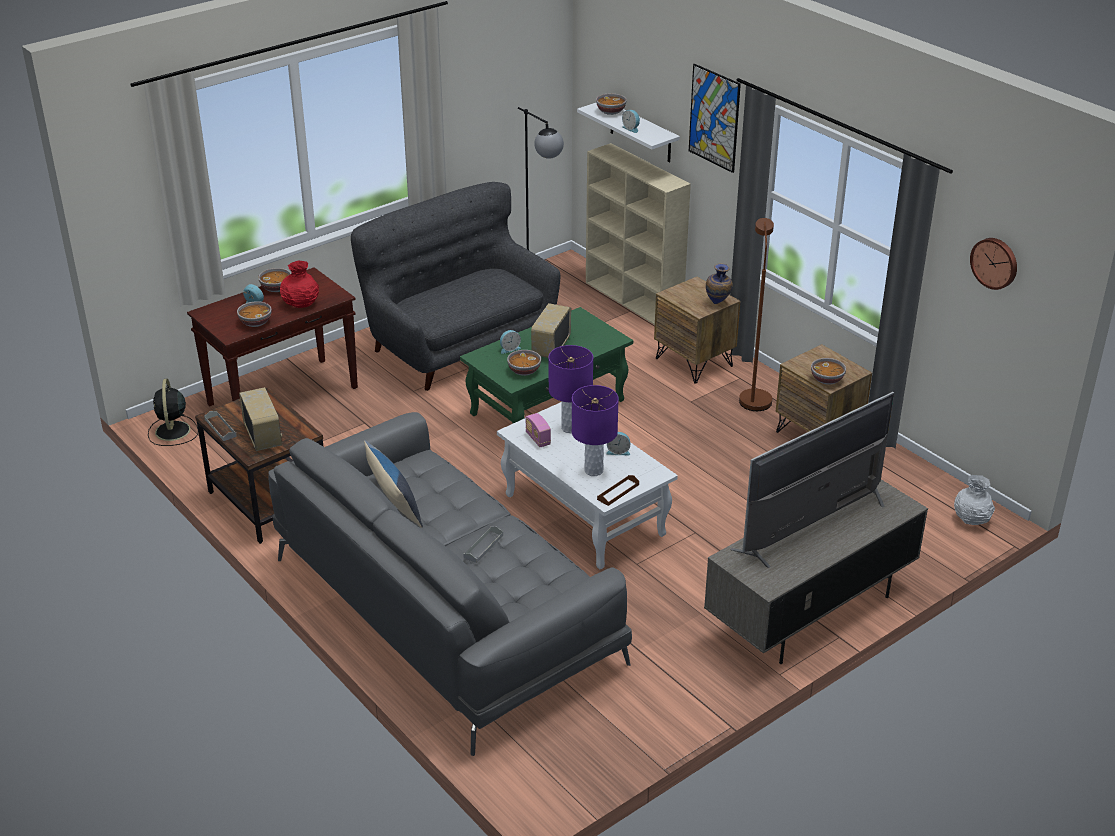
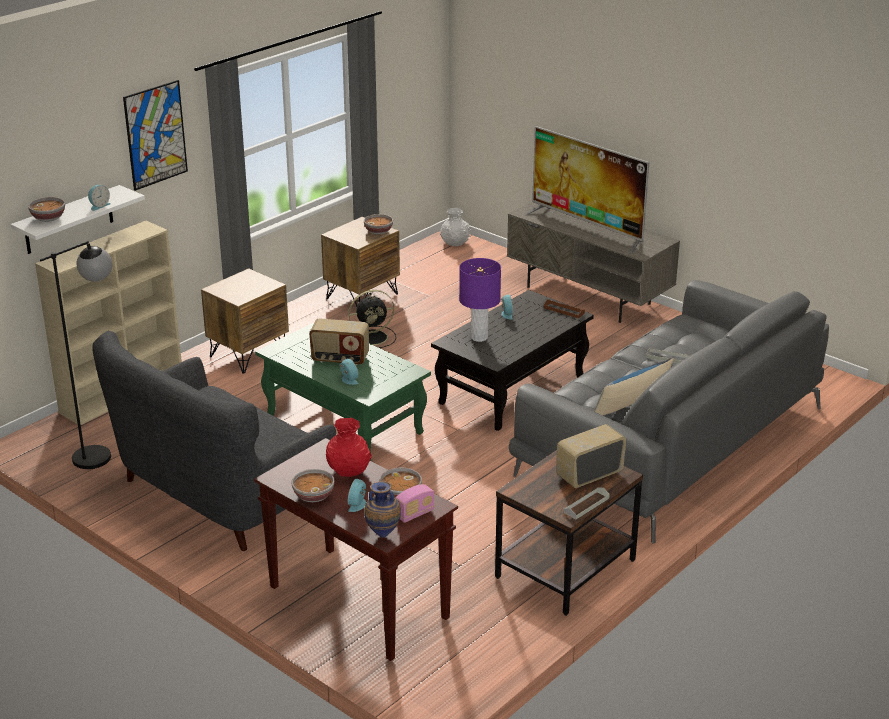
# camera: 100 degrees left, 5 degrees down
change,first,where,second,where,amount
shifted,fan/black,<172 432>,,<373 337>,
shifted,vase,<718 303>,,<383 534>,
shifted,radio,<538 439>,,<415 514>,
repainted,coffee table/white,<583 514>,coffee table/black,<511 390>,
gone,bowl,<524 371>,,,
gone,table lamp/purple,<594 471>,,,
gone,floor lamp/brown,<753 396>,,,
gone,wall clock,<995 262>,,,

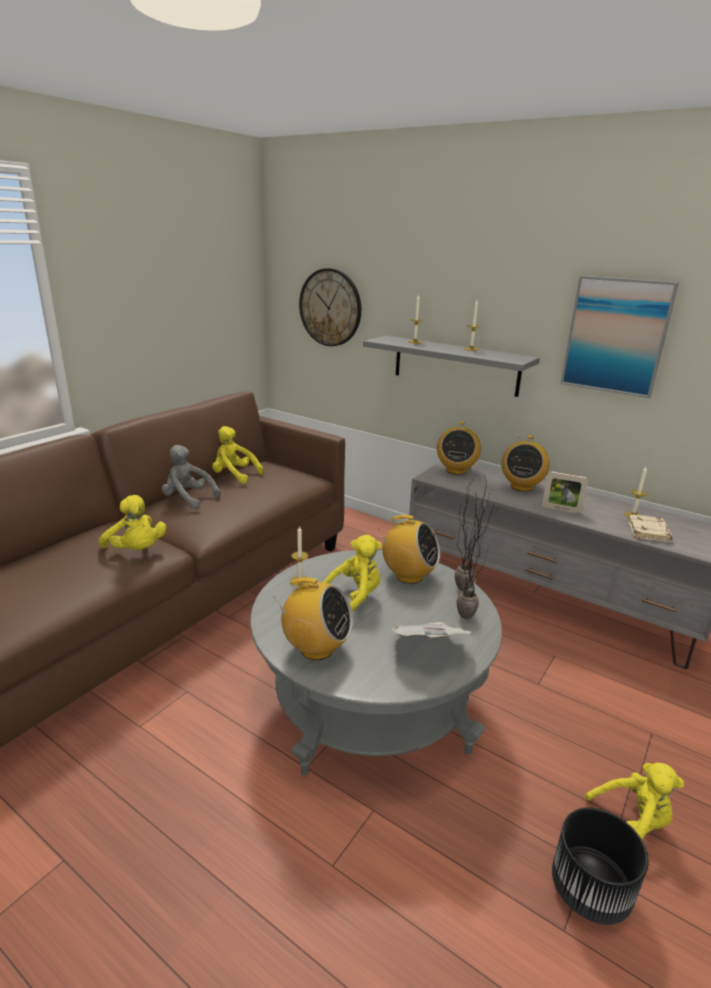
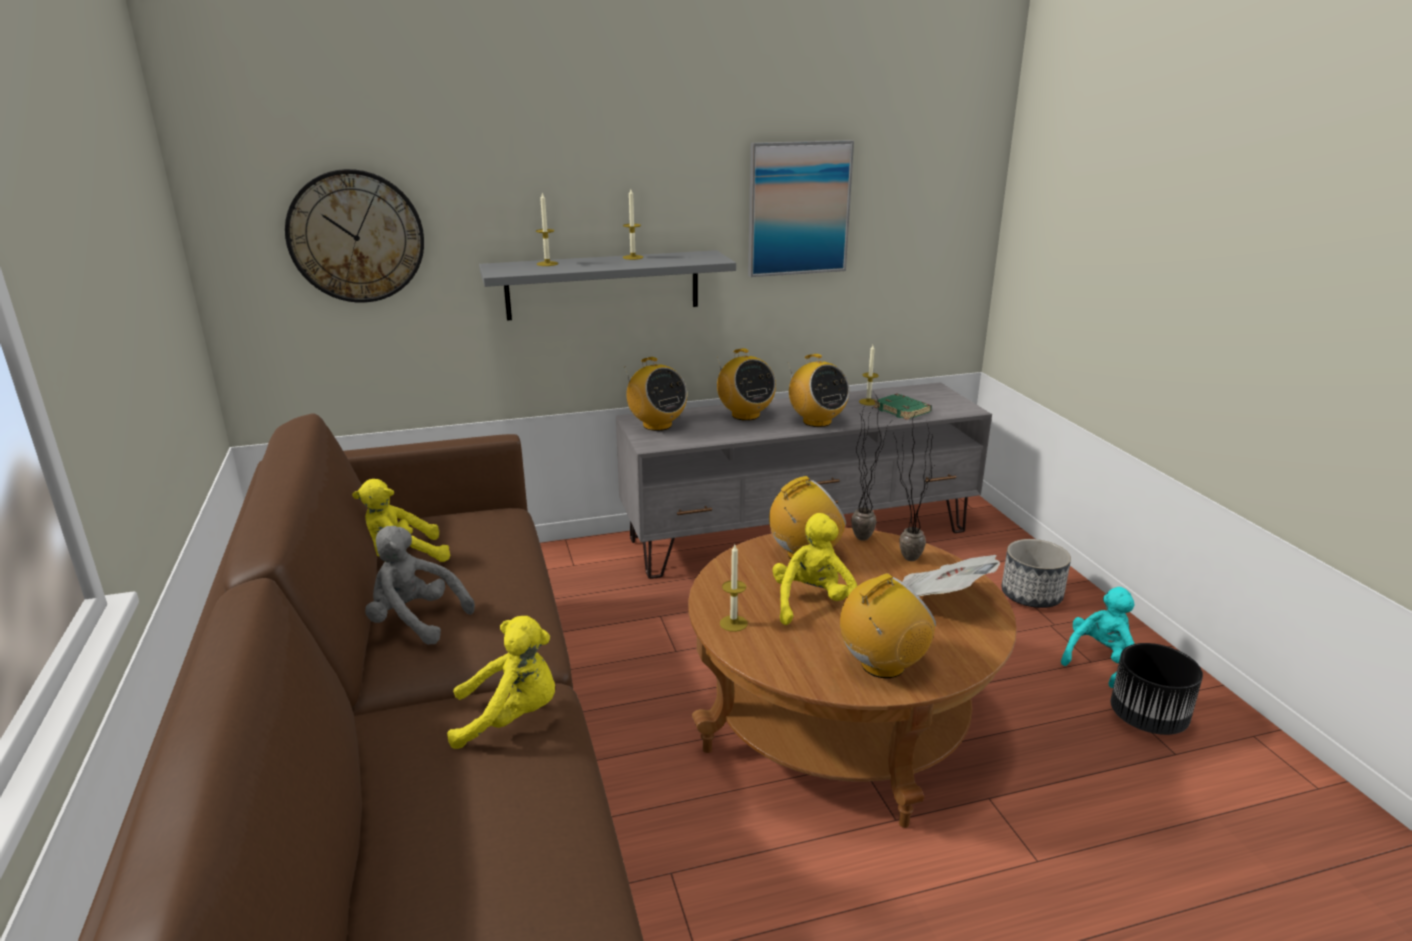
# camera: 50 degrees left, 0 degrees up
change,first,where,second,where,amount
rotated,plush toy/grey,<188 499>,,<415 621>,45 degrees clockwise
repainted,coffee table/grey,<370 701>,coffee table/brown,<839 724>,
swapped,picture frame,<561 509>,radio,<816 421>,
repainted,book/beige,<649 532>,book/green,<903 410>,
new,,,planter,<1031 595>,
repainted,plush toy/yellow,<630 824>,plush toy/turquoise,<1099 661>,

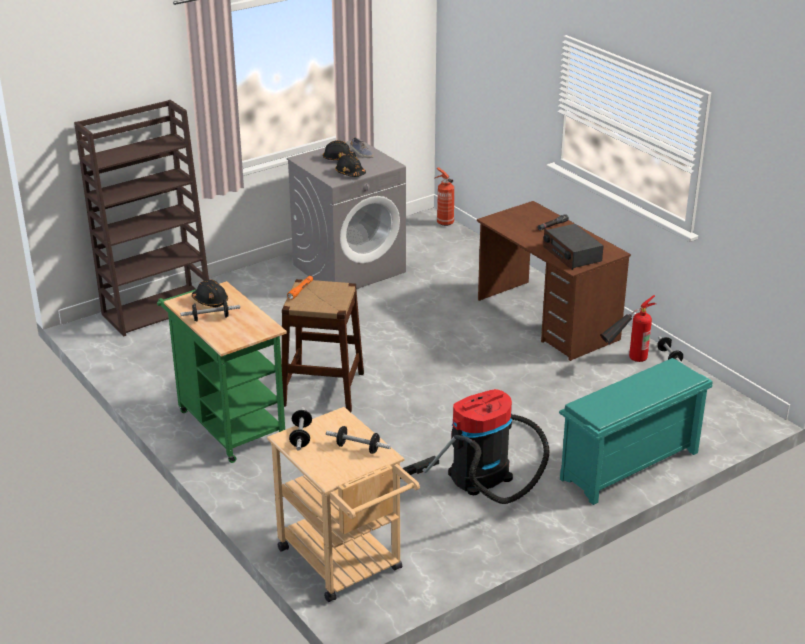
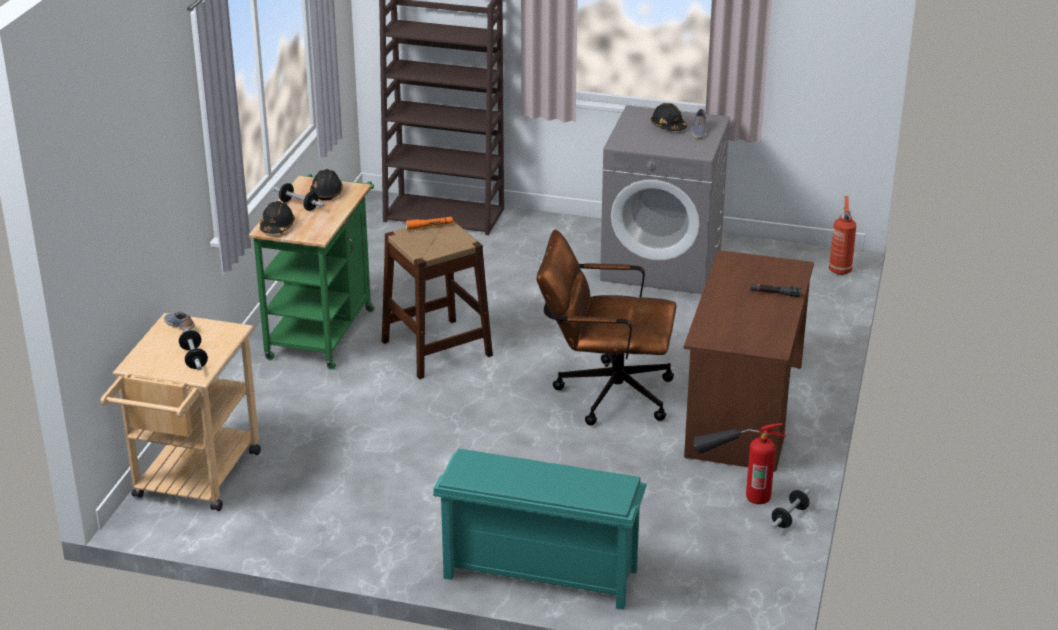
# camera: 50 degrees right, 0 degrees up
change,first,where,second,where,amount
swapped,dumbbell,<301 436>,shoe,<180 326>,
shifted,hard hat/black,<350 173>,,<277 226>,
new,,,office chair/brown,<604 393>,
gone,vacuum cleaner,<485 473>,,,
gone,radio,<572 254>,,,

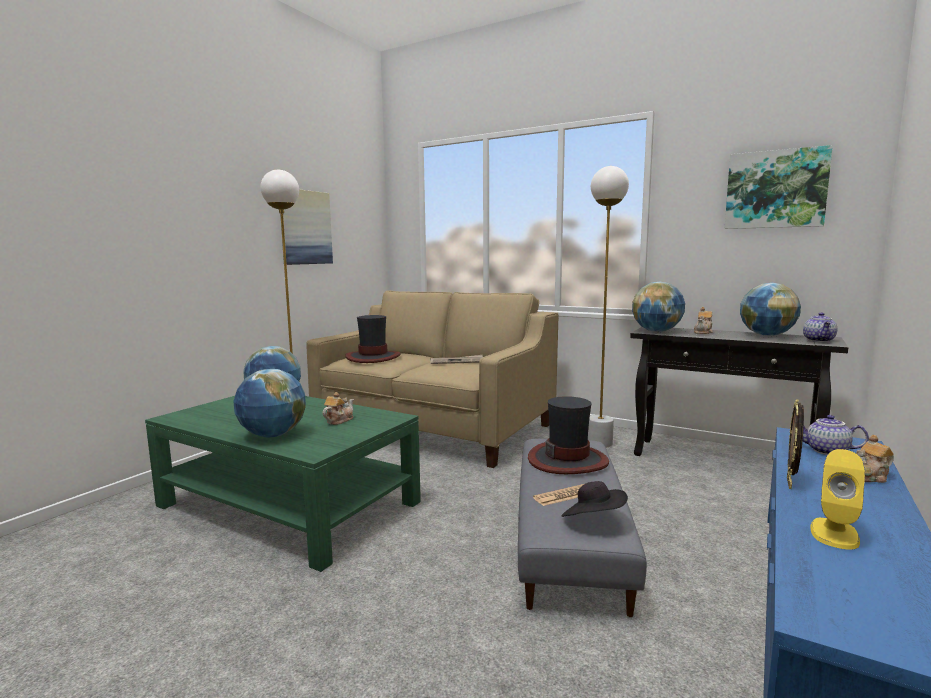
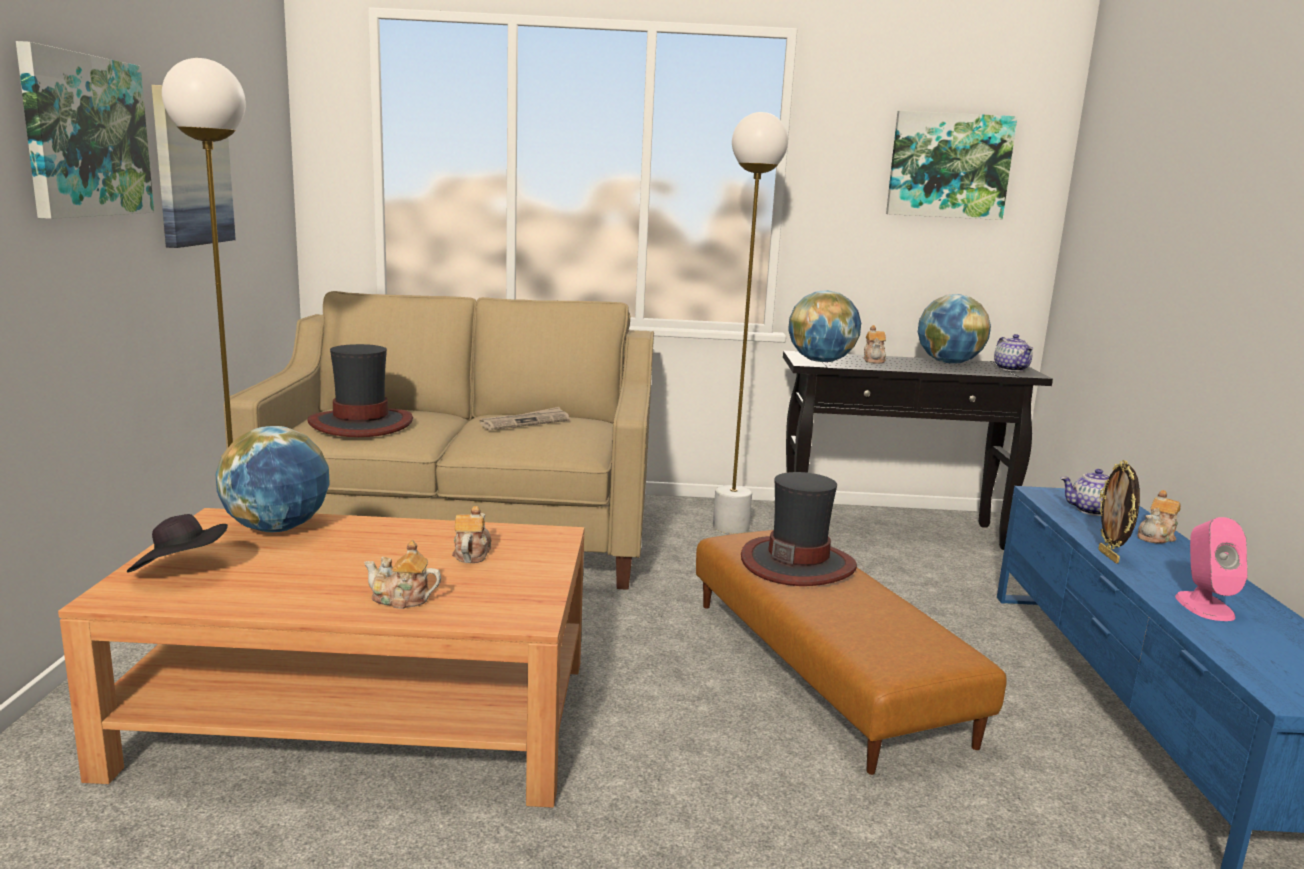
# camera: 30 degrees left, 5 degrees up
change,first,where,second,where,amount
new,,,picture,<84 136>,
repainted,coffee table/green,<290 504>,coffee table/brown,<365 715>,
shifted,hat/black,<593 520>,,<182 571>,
swapped,globe,<272 435>,teapot,<401 599>,
repainted,ottoman/grey,<570 536>,ottoman/brown,<825 668>,
repainted,speaker/yellow,<834 533>,speaker/pink,<1204 606>,
gone,newspaper,<564 496>,,,

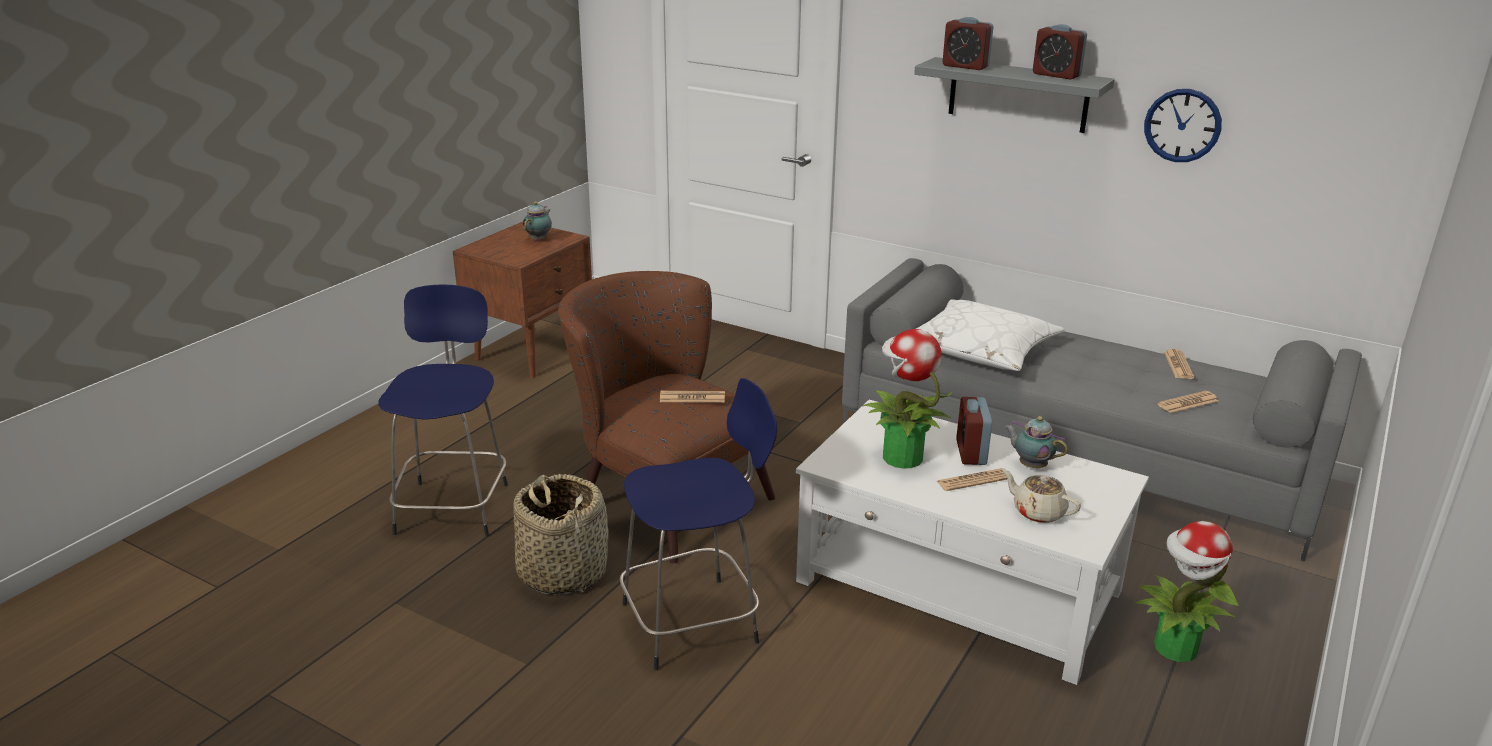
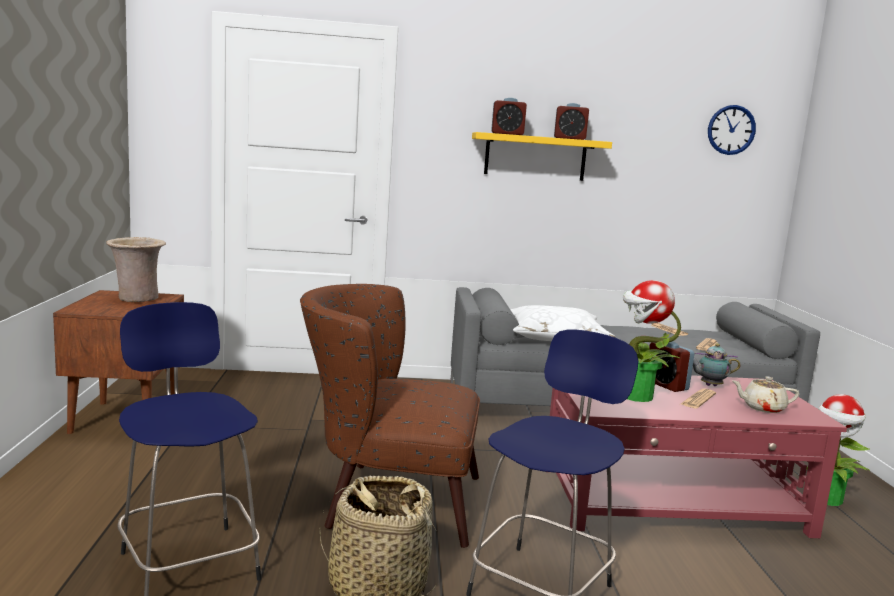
# camera: 35 degrees left, 15 degrees down
change,first,where,second,where,amount
swapped,teapot,<539 239>,vase/beige,<137 299>,
repainted,shelf/grey,<1018 95>,shelf/yellow,<535 157>,
repainted,coffee table/white,<959 587>,coffee table/red,<673 500>,
shifted,wall clock,<1182 125>,,<731 130>,
gone,newspaper,<692 398>,,,

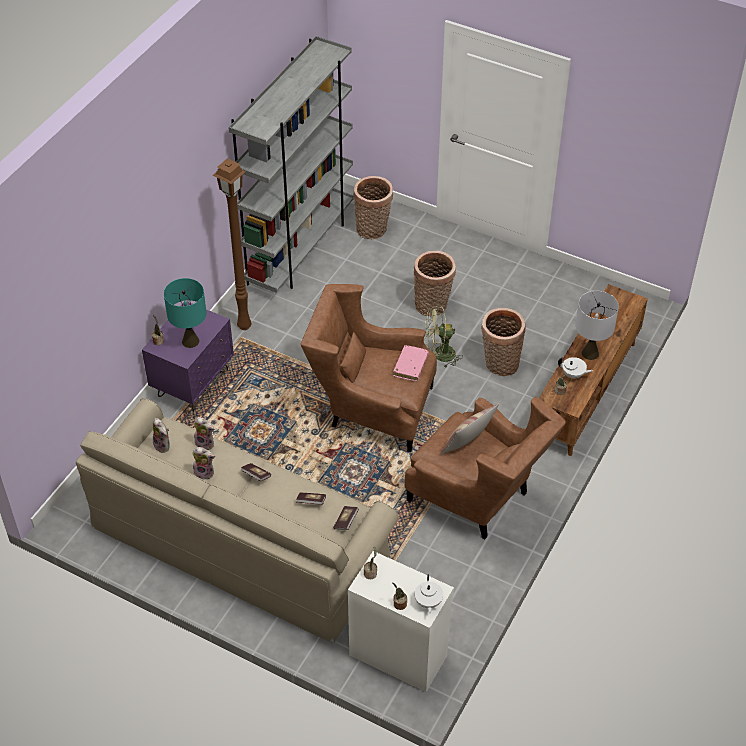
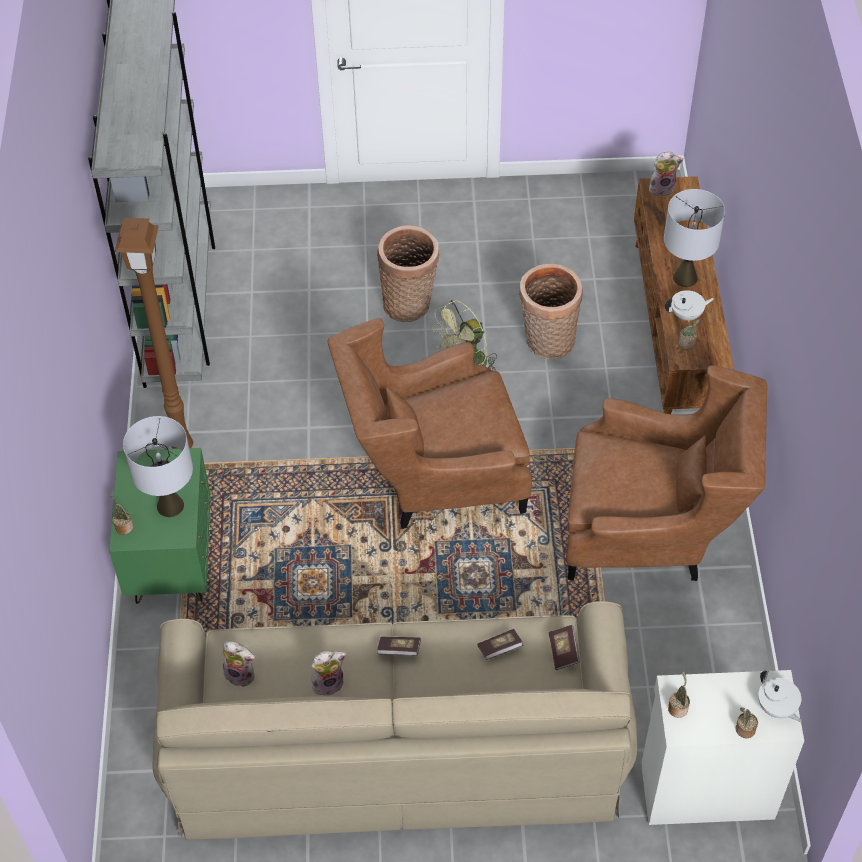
# camera: 30 degrees left, 5 degrees up
change,first,where,second,where,amount
repainted,nightstand/purple,<193 383>,nightstand/green,<171 561>,
repainted,table lamp/turquoise,<190 341>,table lamp/grey,<170 506>,
shifted,plush toy,<206 443>,,<662 188>,
gone,basket,<373 230>,,,
gone,book/pink,<410 366>,,,
gone,pillow,<468 445>,,,

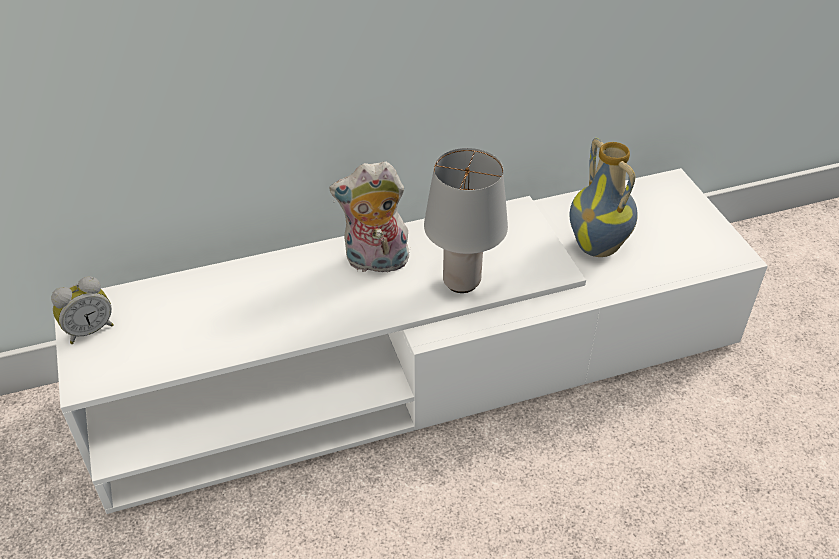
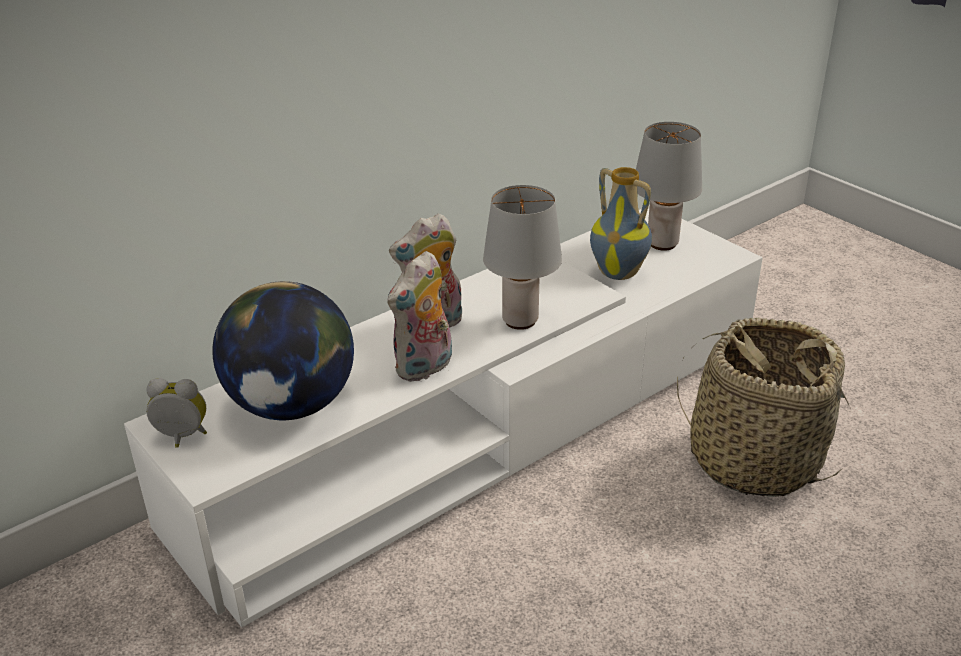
# camera: 20 degrees left, 10 degrees down
change,first,where,second,where,amount
rotated,alarm clock,<89 330>,,<181 438>,120 degrees counterclockwise
new,,,globe,<292 405>,
new,,,plush toy,<425 368>,
new,,,table lamp/grey,<663 244>,
new,,,basket,<753 459>,

